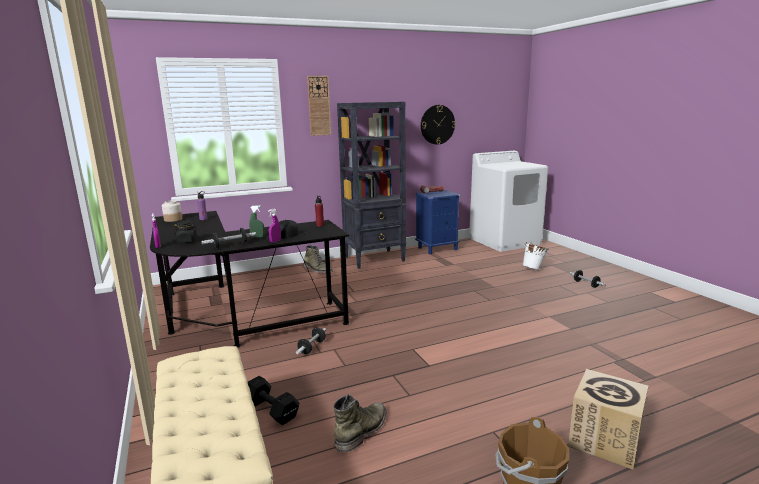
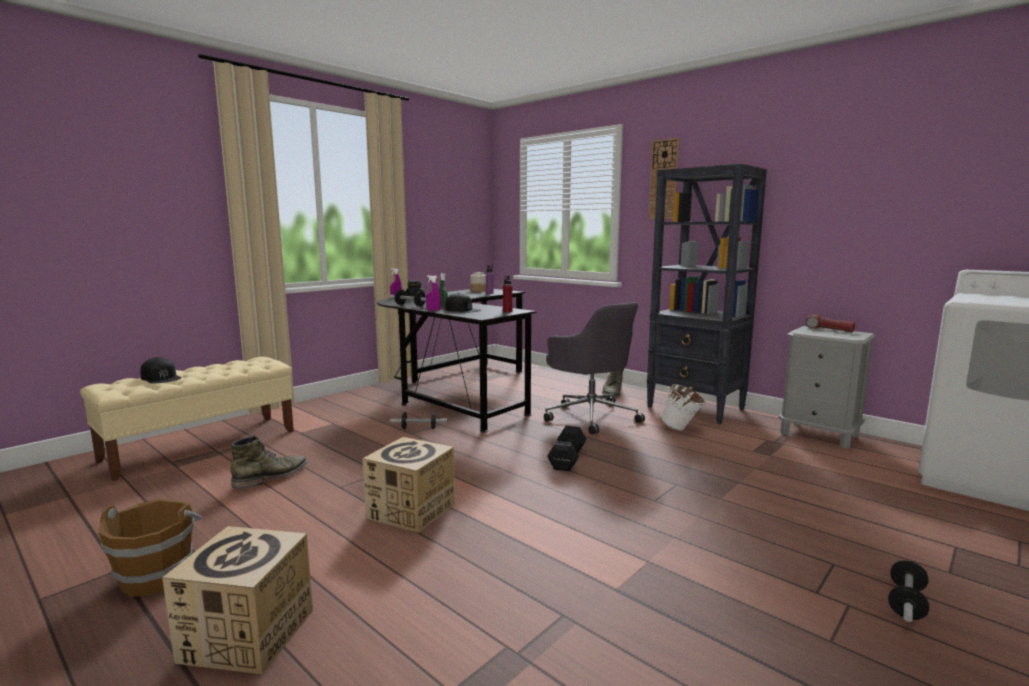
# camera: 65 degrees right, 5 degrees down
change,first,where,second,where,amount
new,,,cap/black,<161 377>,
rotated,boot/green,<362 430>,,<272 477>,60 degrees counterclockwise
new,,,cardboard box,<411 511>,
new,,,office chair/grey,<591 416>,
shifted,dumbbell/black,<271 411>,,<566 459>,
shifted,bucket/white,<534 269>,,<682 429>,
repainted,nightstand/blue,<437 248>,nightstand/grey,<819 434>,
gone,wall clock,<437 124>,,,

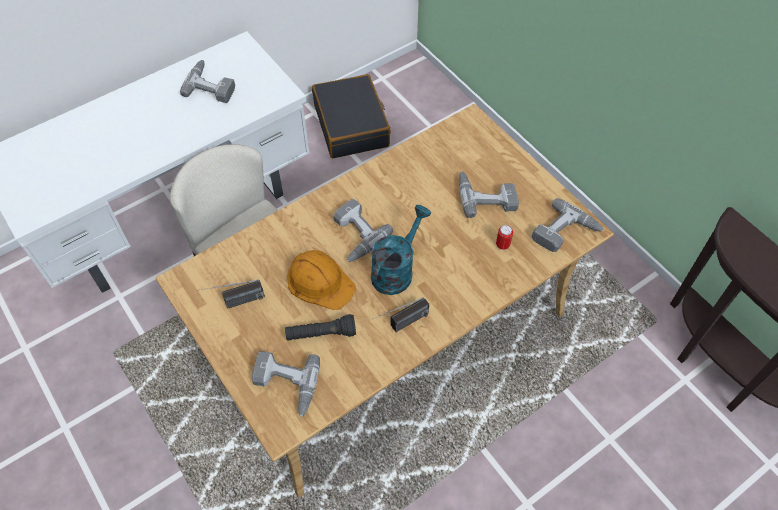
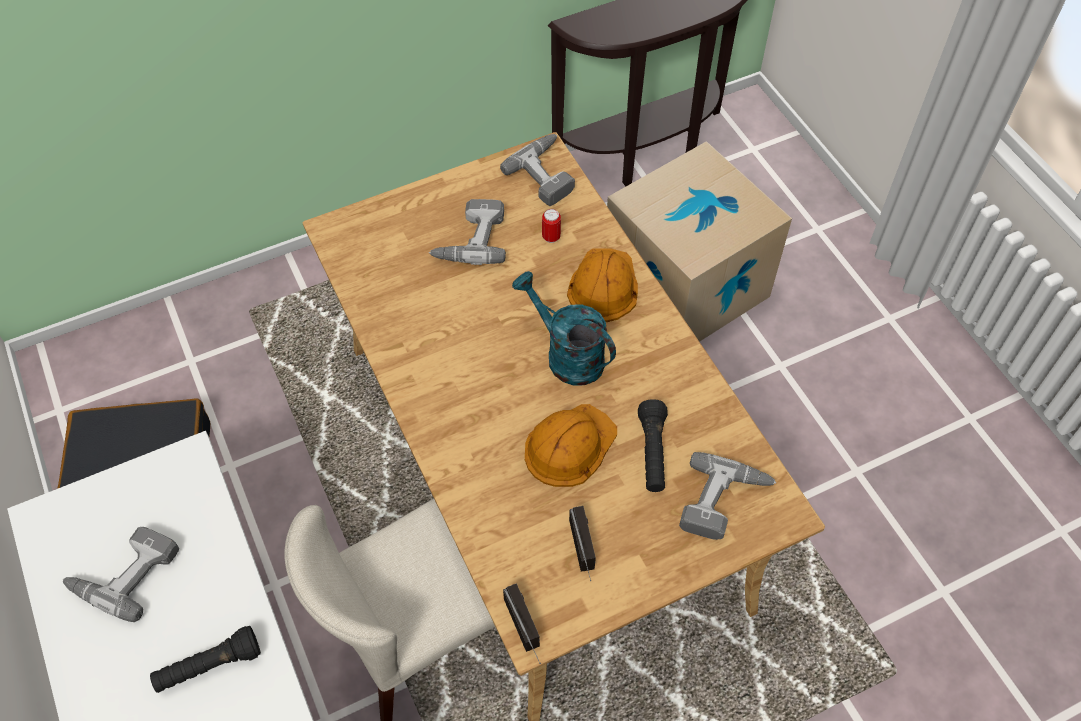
# camera: 80 degrees left, 0 degrees up
change,first,where,second,where,amount
new,,,flashlight/black,<209 666>,
shifted,radio,<401 325>,,<529 636>,
new,,,hard hat/orange,<603 285>,
new,,,cardboard box,<685 286>,
gone,power drill,<355 235>,,,

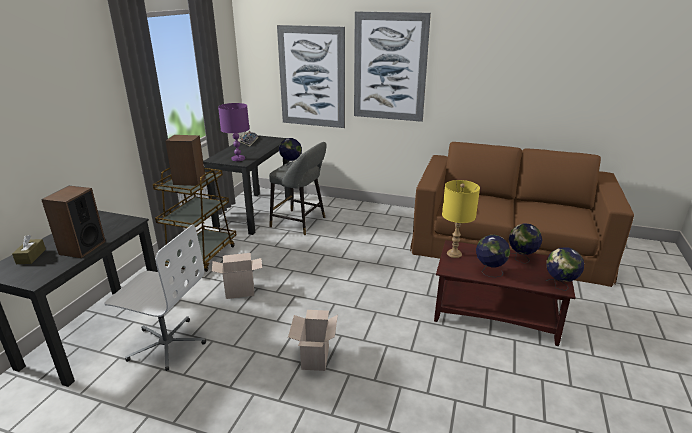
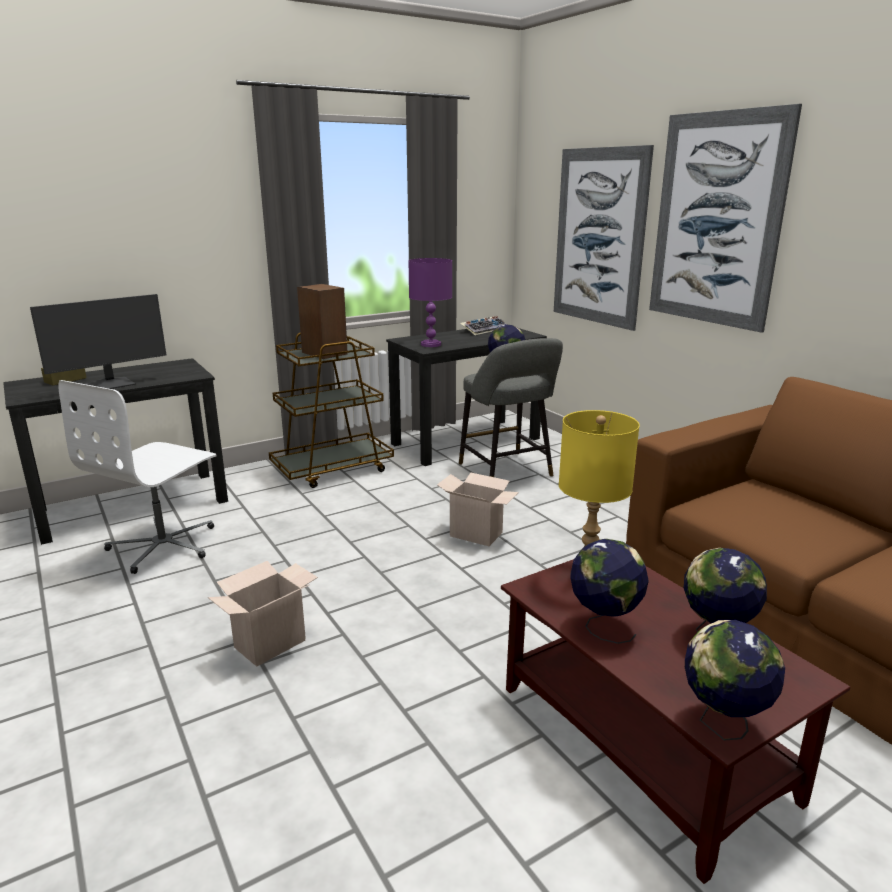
# camera: 40 degrees right, 5 degrees down
change,first,where,second,where,amount
swapped,speaker,<82 248>,monitor,<110 385>,
rotated,office chair/white,<167 344>,,<164 545>,60 degrees clockwise
shifted,cardboard box,<241 291>,,<478 534>,

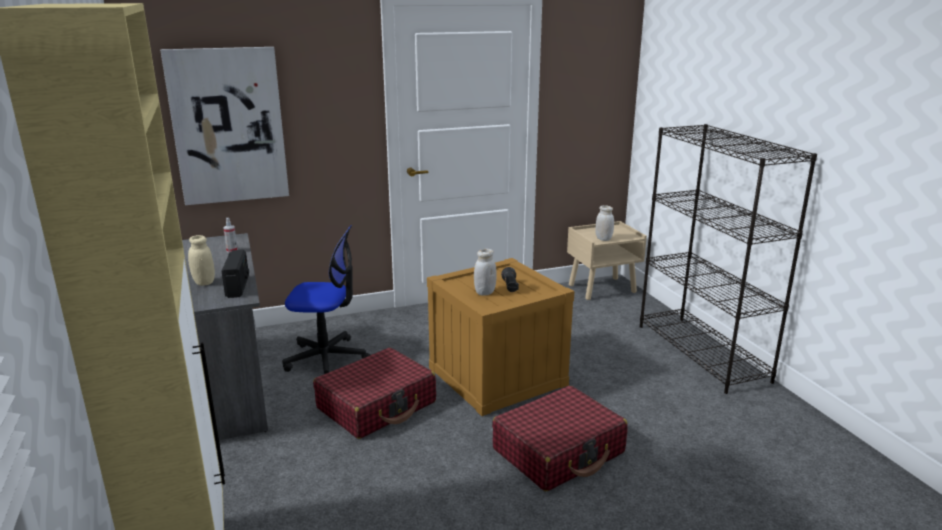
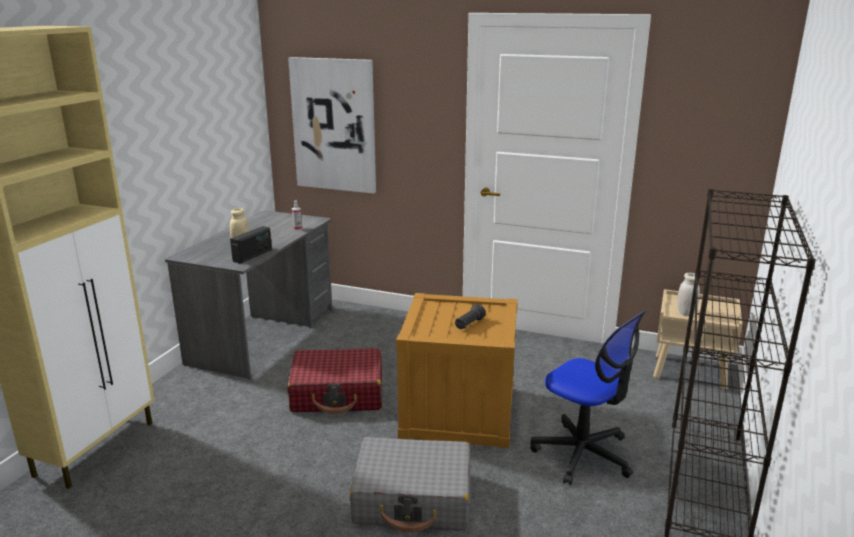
# camera: 40 degrees right, 0 degrees up
change,first,where,second,where,amount
repainted,suitcase/red,<559 451>,suitcase/grey,<413 498>,
shifted,office chair,<327 359>,,<583 454>,
gone,jar/white,<484 292>,,,

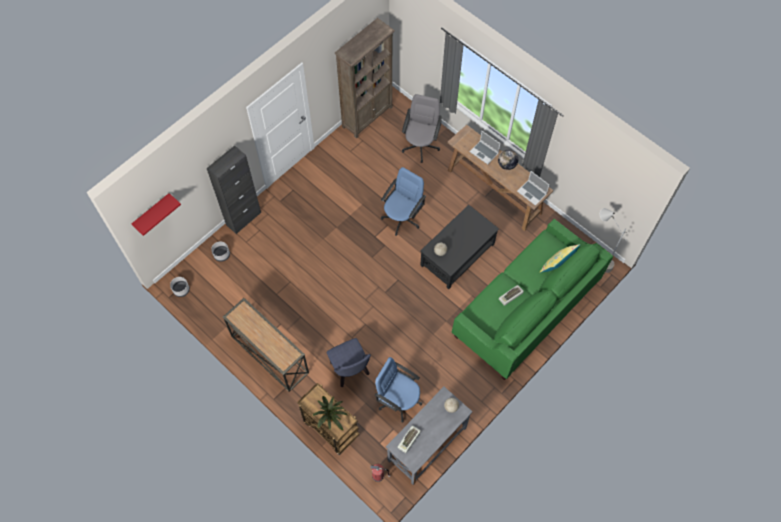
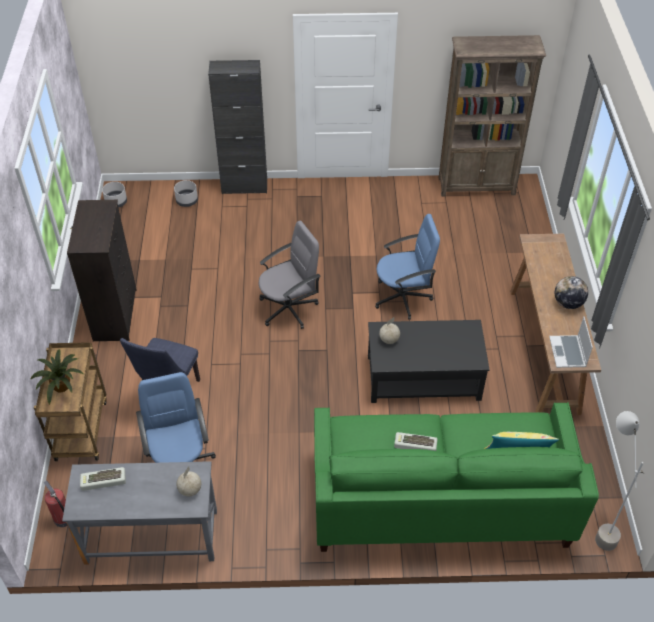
# camera: 45 degrees right, 15 degrees down
change,first,where,second,where,amount
swapped,console table,<269 355>,dresser/black,<116 314>,
shifted,office chair/grey,<420 145>,,<289 308>,
gone,shelf/red,<152 212>,,,
gone,laptop,<484 152>,,,

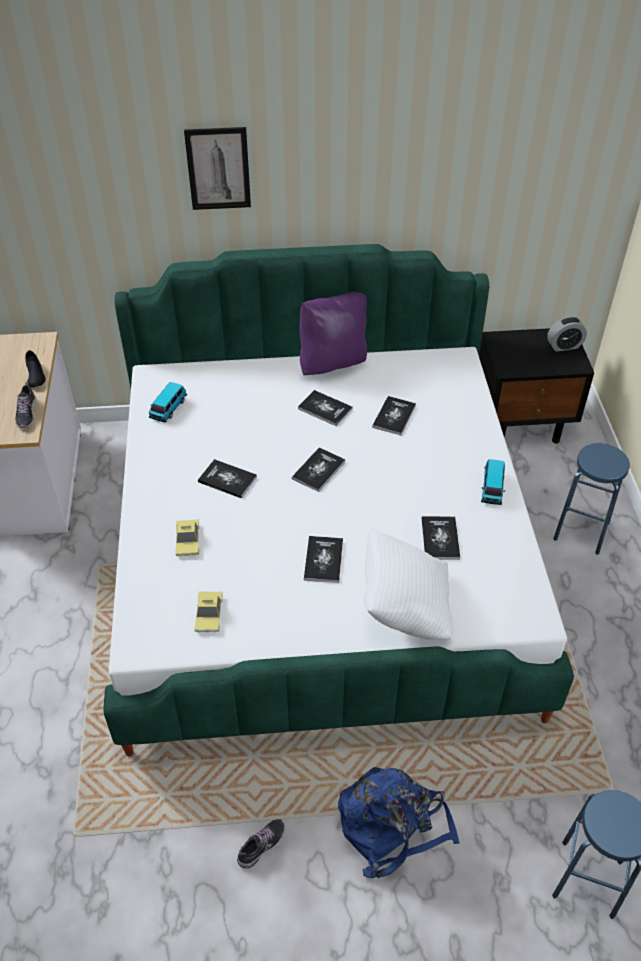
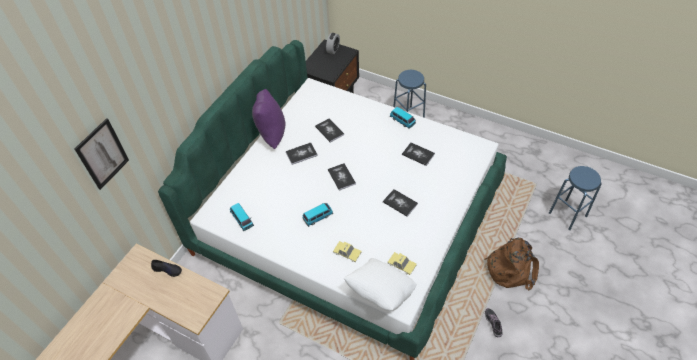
# camera: 55 degrees left, 5 degrees up
change,first,where,second,where,amount
shifted,picture,<218 169>,,<102 154>,
swapped,book,<227 479>,toy car,<318 217>,
shifted,pillow/white,<405 607>,,<380 293>,
repainted,backpack/blue,<392 826>,backpack/brown,<511 267>,
gone,shoe,<26 413>,,,

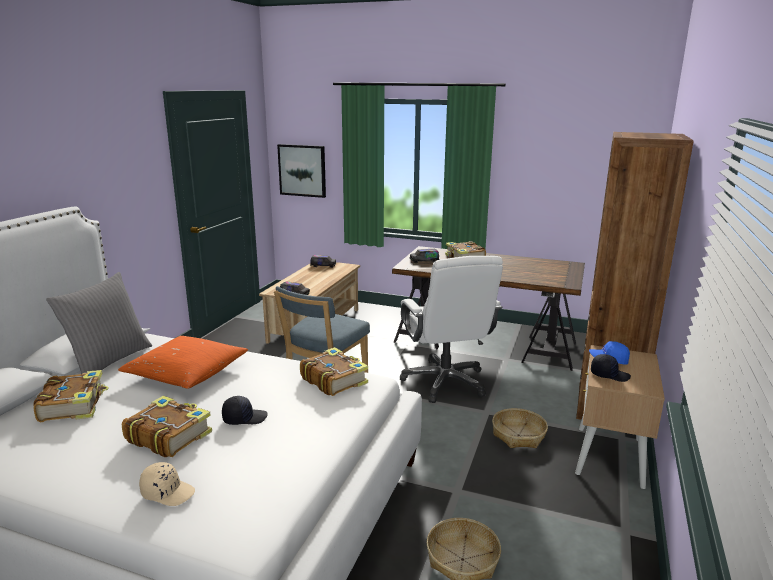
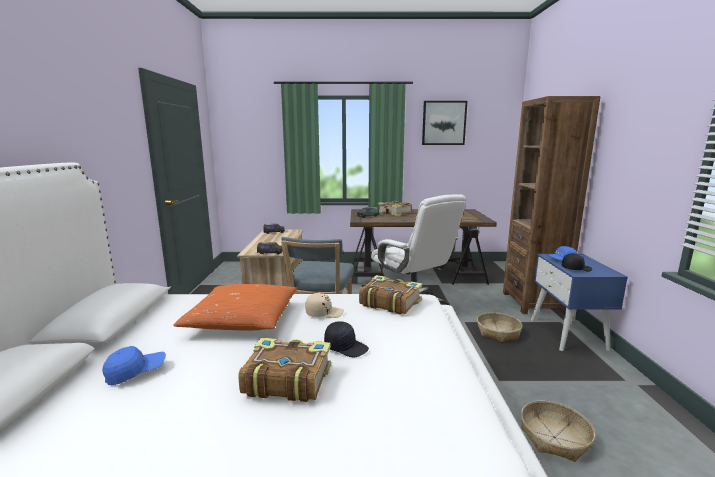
# camera: 20 degrees left, 5 degrees down
change,first,where,second,where,amount
swapped,book,<74 405>,cap/blue,<136 372>,
shifted,cap/beige,<168 492>,,<324 313>,
rotated,cap/black,<244 418>,,<346 347>,60 degrees clockwise
shifted,picture,<302 170>,,<443 123>,
repainted,nightstand/beige,<610 456>,nightstand/blue,<568 334>,
gone,pillow/grey,<109 360>,,,

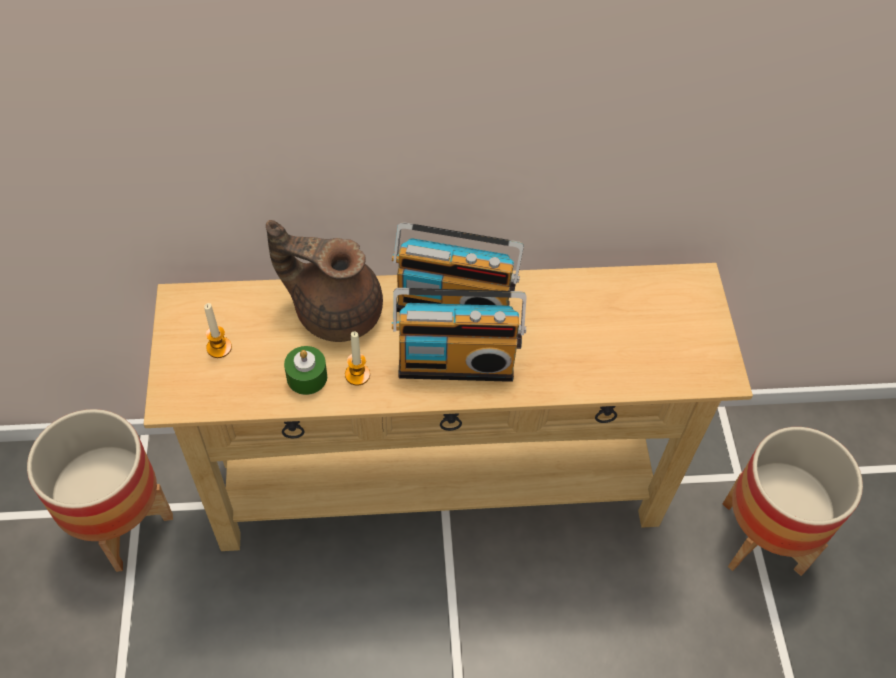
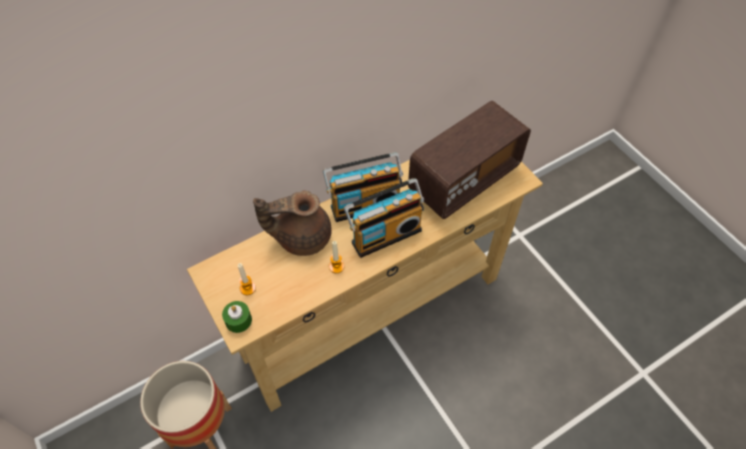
# camera: 25 degrees left, 0 degrees up
change,first,where,second,where,amount
shifted,candle/green,<307 377>,,<238 320>,
new,,,radio,<464 179>,
gone,planter,<763 537>,,,

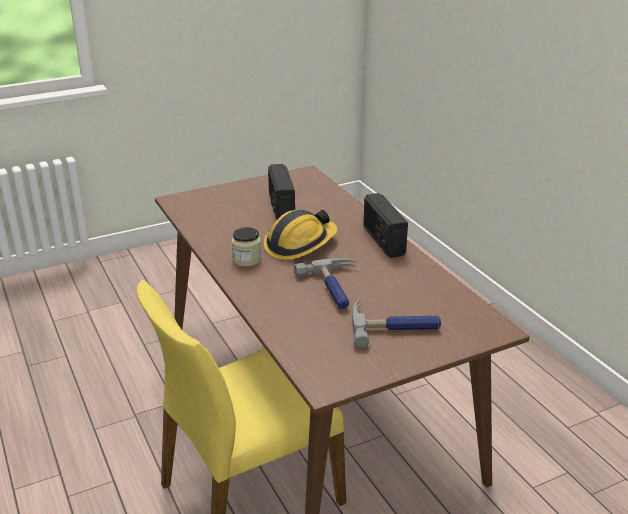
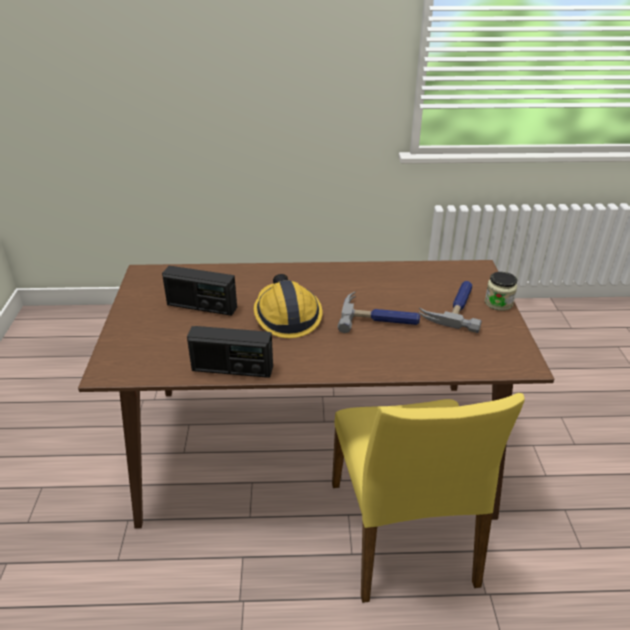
# camera: 65 degrees left, 5 degrees up
change,first,where,second,where,amount
shifted,radio,<383 240>,,<232 369>,
shifted,jar,<247 259>,,<498 303>,

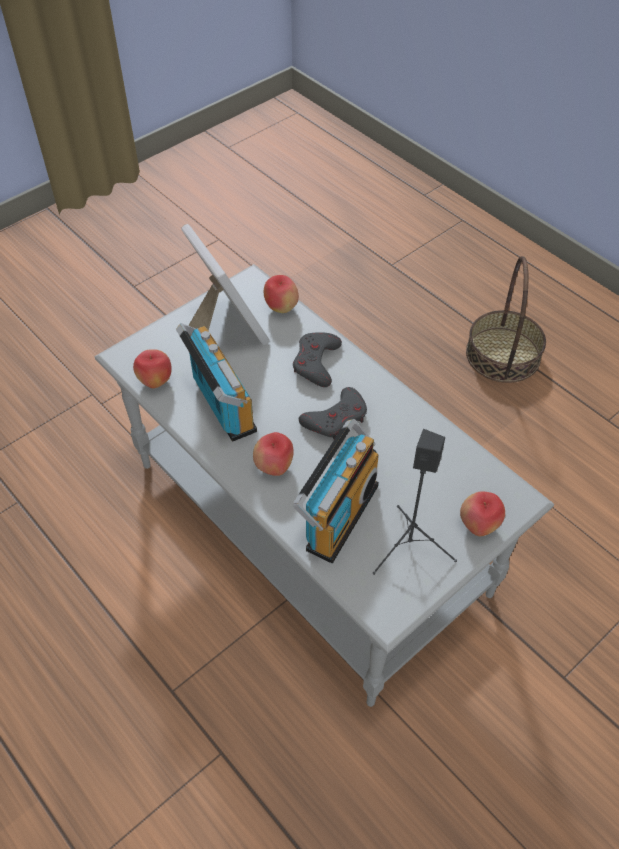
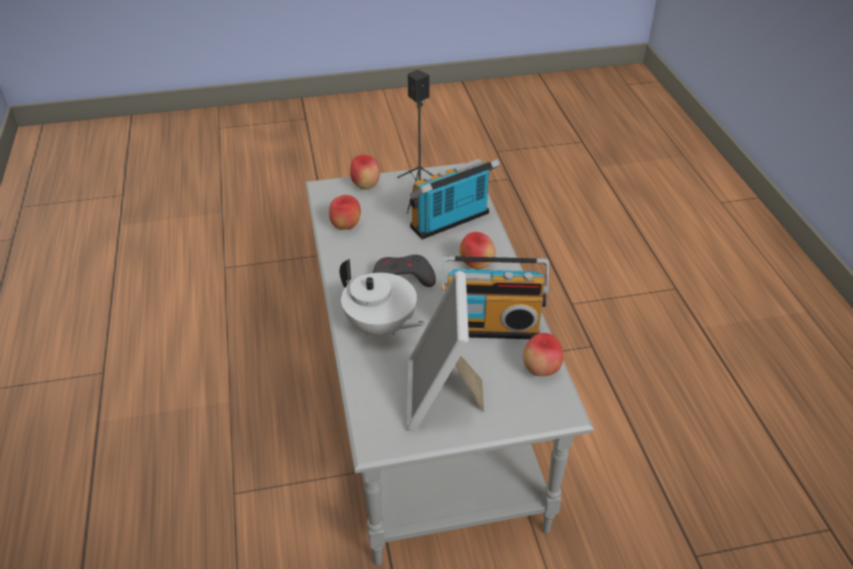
# camera: 150 degrees left, 10 degrees down
change,first,where,second,where,amount
shifted,apple,<281 308>,,<345 226>,
swapped,game controller/grey,<316 362>,teapot/white,<380 326>,
rotated,radio,<220 406>,,<492 325>,90 degrees counterclockwise
gone,basket,<503 355>,,,

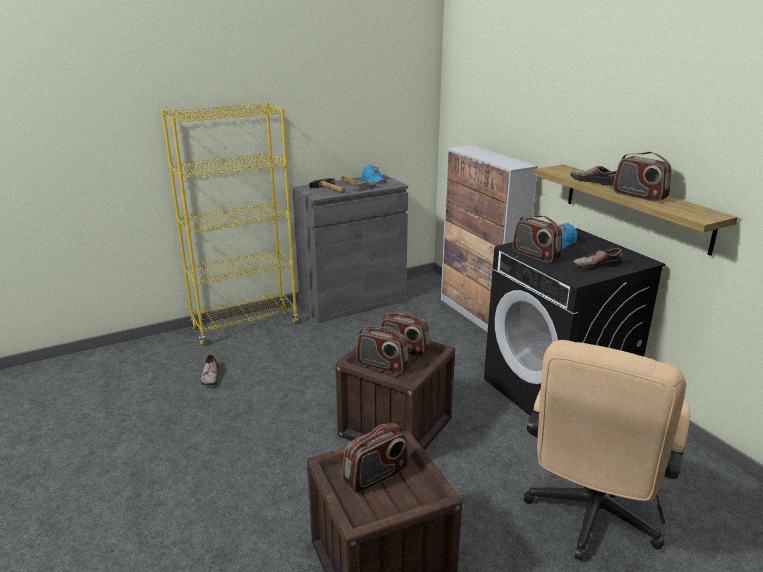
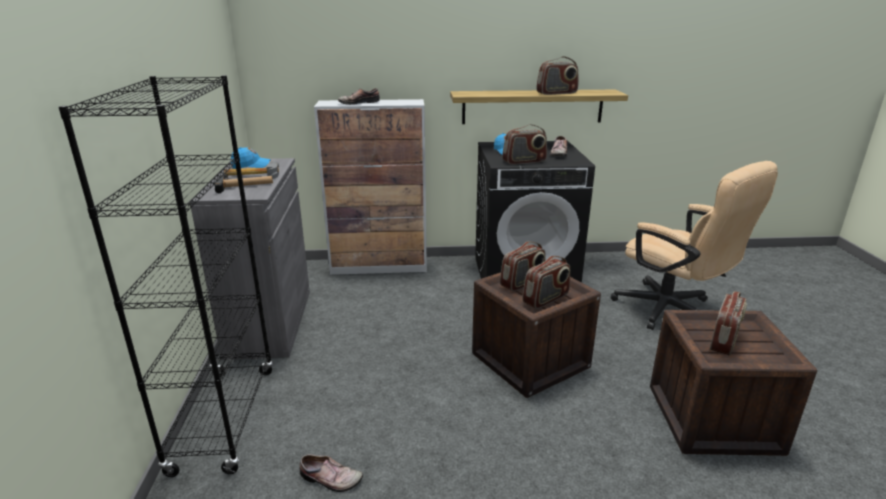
# camera: 65 degrees left, 0 degrees up
change,first,where,second,where,amount
repainted,bookcase/yellow,<245 325>,bookcase/black,<224 419>,
shifted,shoe,<595 181>,,<358 103>,
rotated,radio,<376 476>,,<724 341>,45 degrees clockwise

